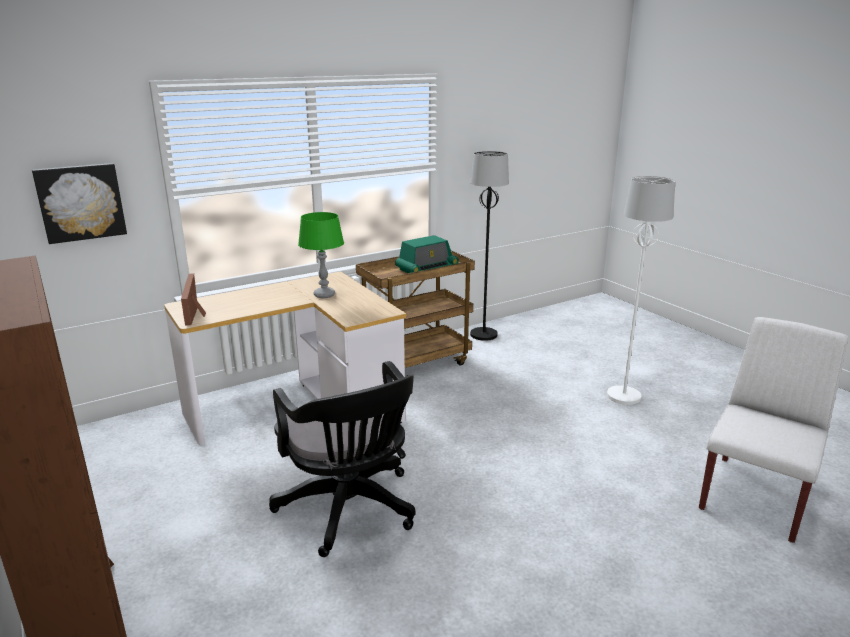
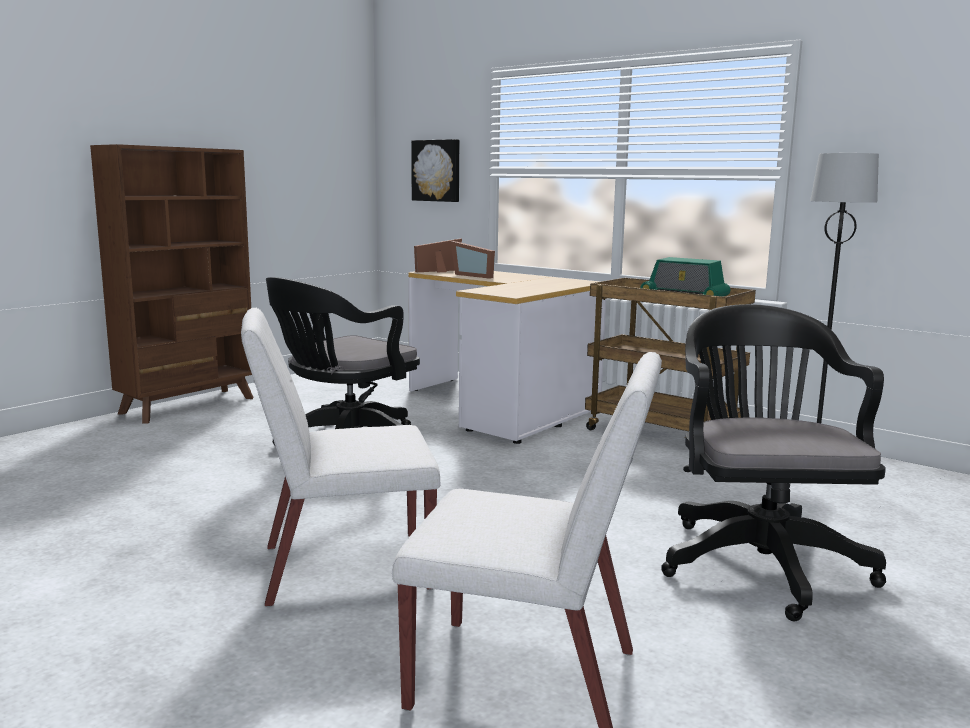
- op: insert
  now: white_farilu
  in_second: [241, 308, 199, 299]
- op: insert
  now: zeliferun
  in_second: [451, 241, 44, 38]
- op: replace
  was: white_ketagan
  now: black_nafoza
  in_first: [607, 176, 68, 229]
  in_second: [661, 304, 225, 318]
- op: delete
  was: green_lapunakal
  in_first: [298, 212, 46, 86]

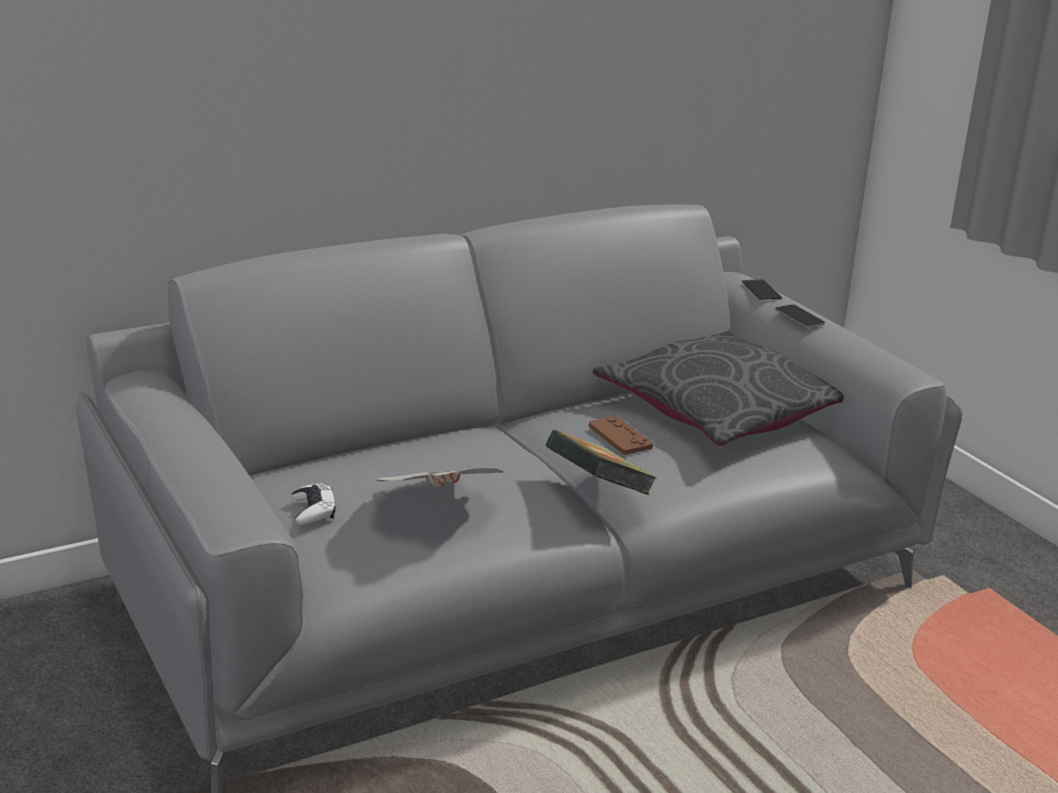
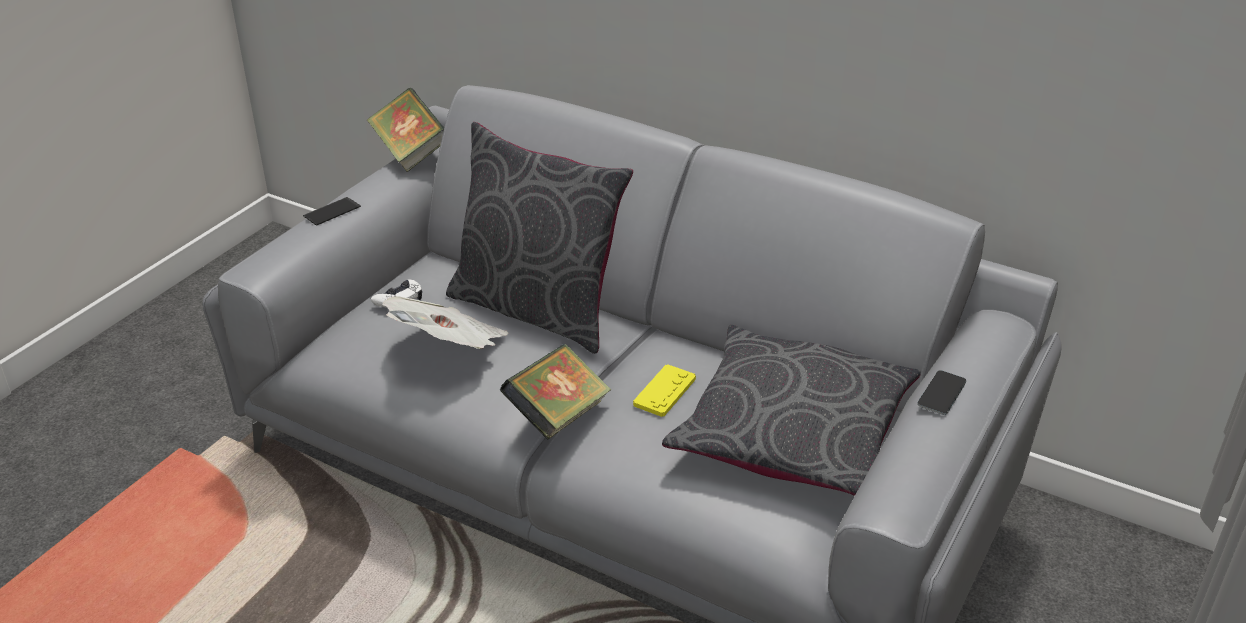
- op: move
  was: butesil
  in_first: [742, 279, 40, 21]
  in_second: [303, 197, 58, 29]
- op: insert
  now: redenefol
  in_second: [366, 88, 78, 84]
- op: insert
  now: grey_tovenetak
  in_second: [446, 122, 187, 232]
- op: recolor
  was: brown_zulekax
  now: yellow_zulekax
  in_first: [589, 416, 64, 39]
  in_second: [633, 365, 63, 52]

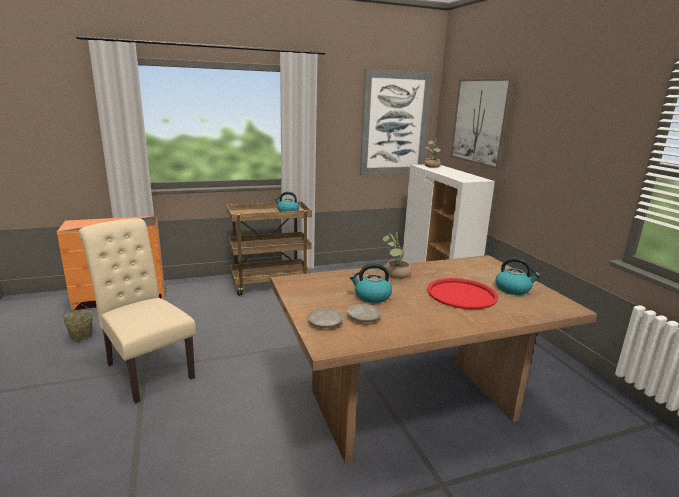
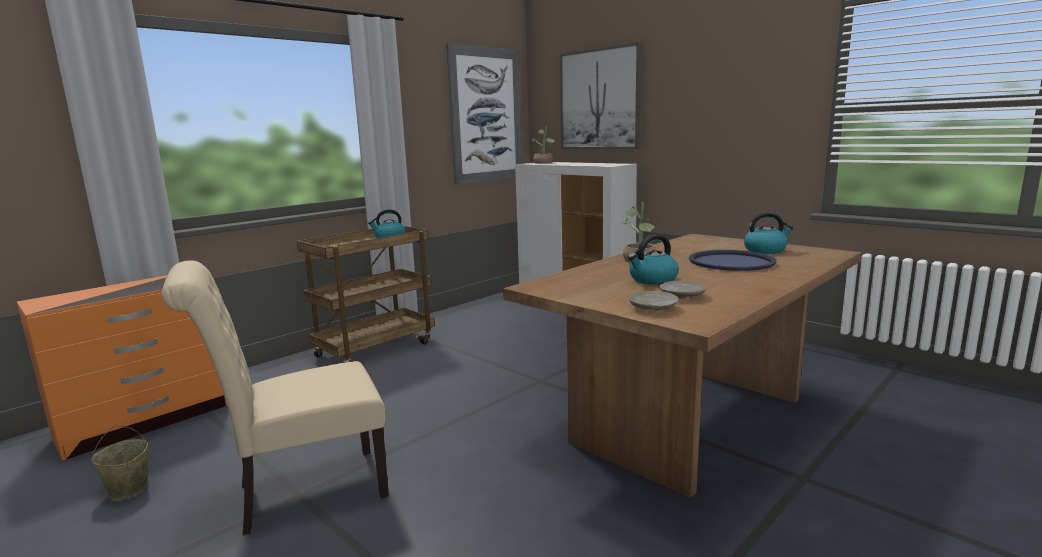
- op: rotate
  was: beige_farilu
  in_first: [79, 218, 117, 186]
  in_second: [162, 260, 227, 275]
  clockwise: -45
- op: recolor
  was: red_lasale
  now: blue_lasale
  in_first: [427, 278, 71, 32]
  in_second: [689, 250, 88, 21]

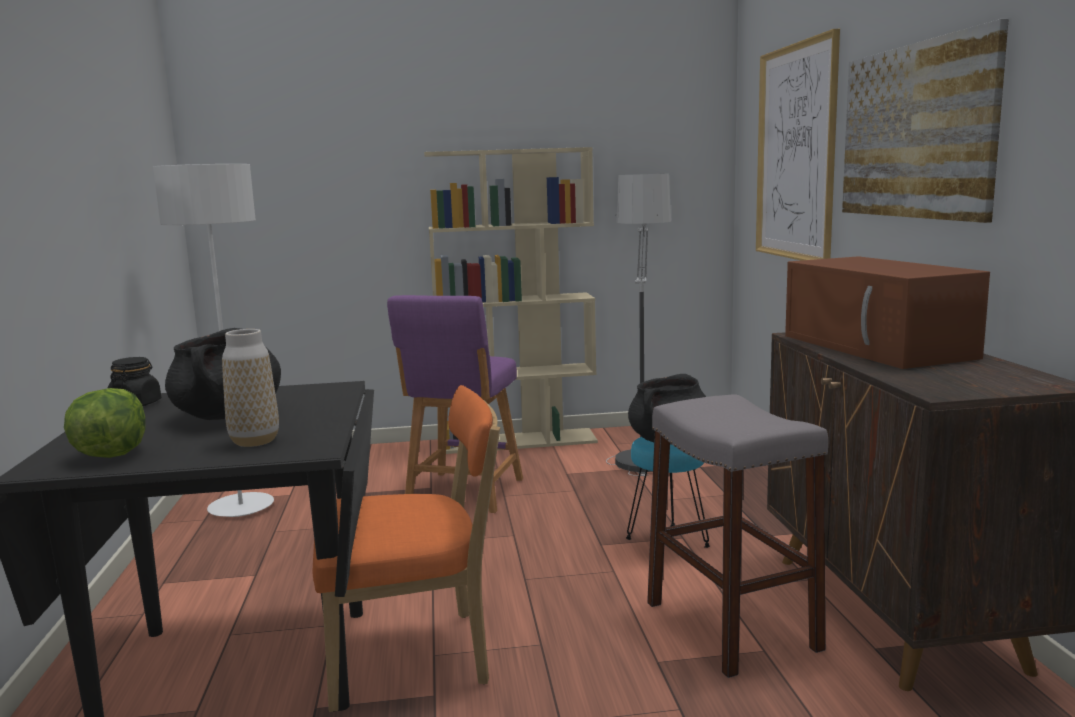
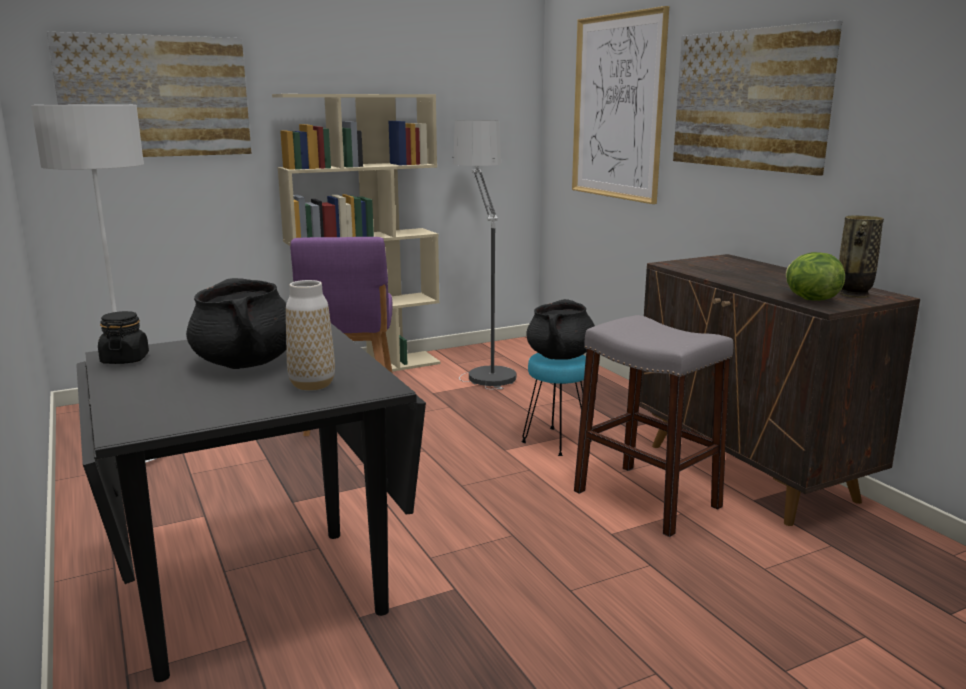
- op: insert
  now: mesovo
  in_second: [47, 32, 205, 125]
- op: move
  was: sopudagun
  in_first: [64, 388, 82, 70]
  in_second: [786, 252, 59, 49]
- op: insert
  now: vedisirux
  in_second: [839, 216, 45, 82]
- op: delete
  was: orange_farilu
  in_first: [313, 385, 187, 327]
- op: delete
  was: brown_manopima
  in_first: [785, 256, 205, 113]

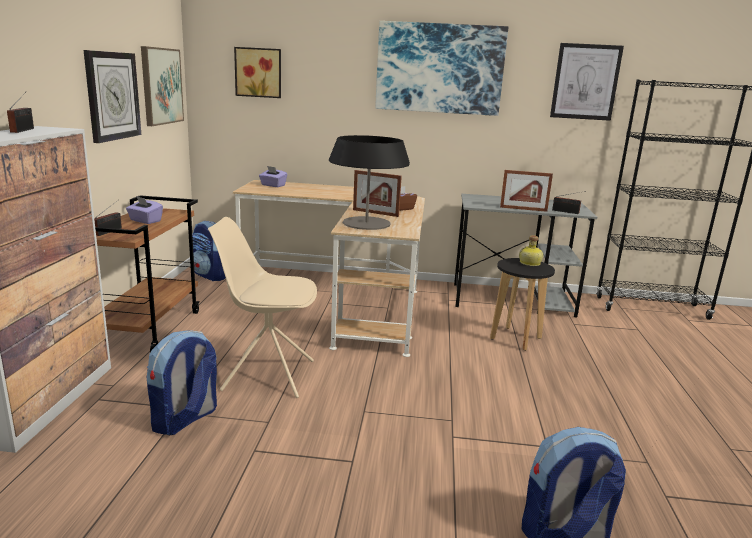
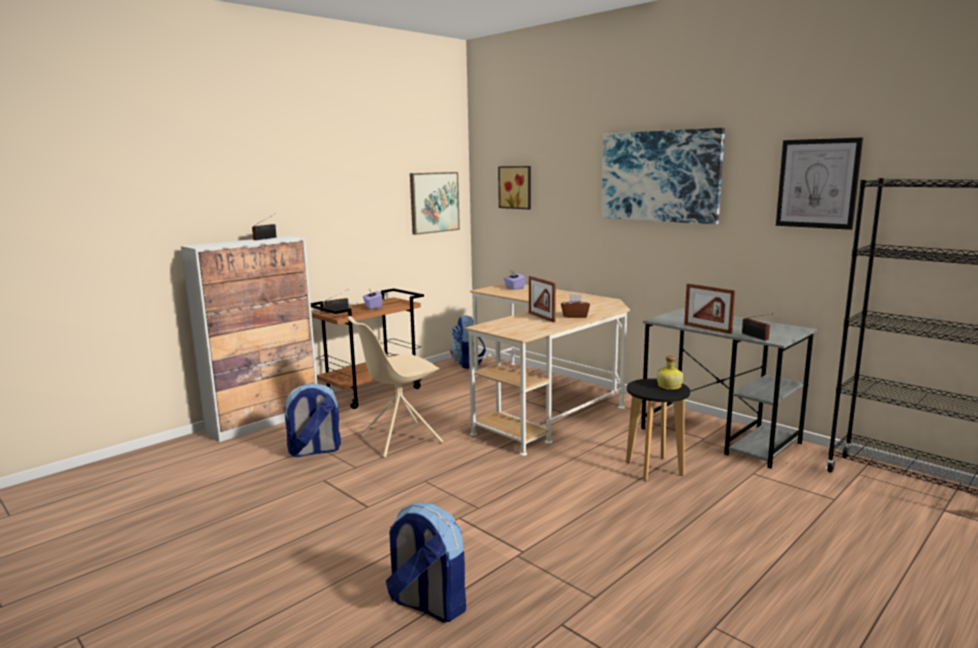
- op: rotate
  was: beige_farilu
  in_first: [208, 217, 109, 181]
  in_second: [348, 316, 96, 142]
  clockwise: -75
- op: delete
  was: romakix
  in_first: [84, 50, 57, 93]
- op: delete
  was: lapunakal
  in_first: [329, 135, 81, 95]

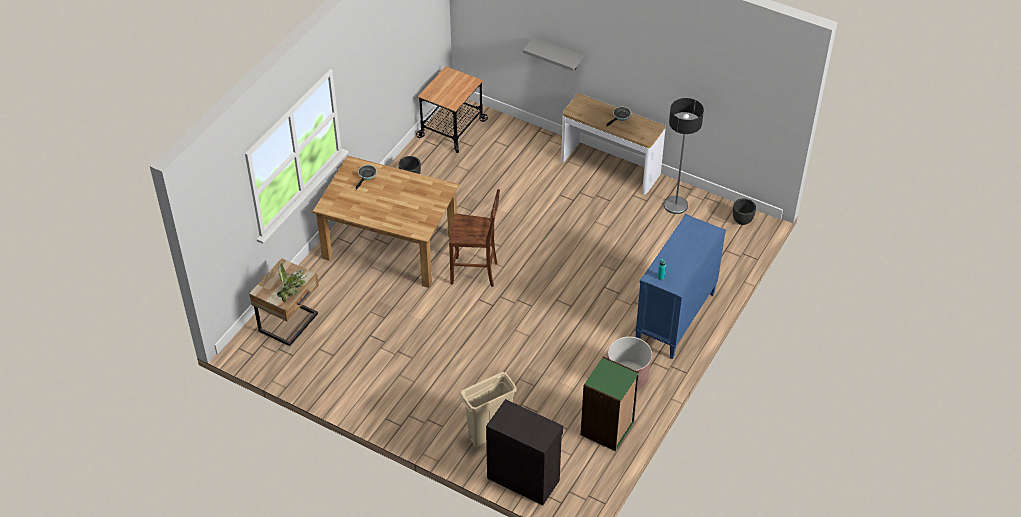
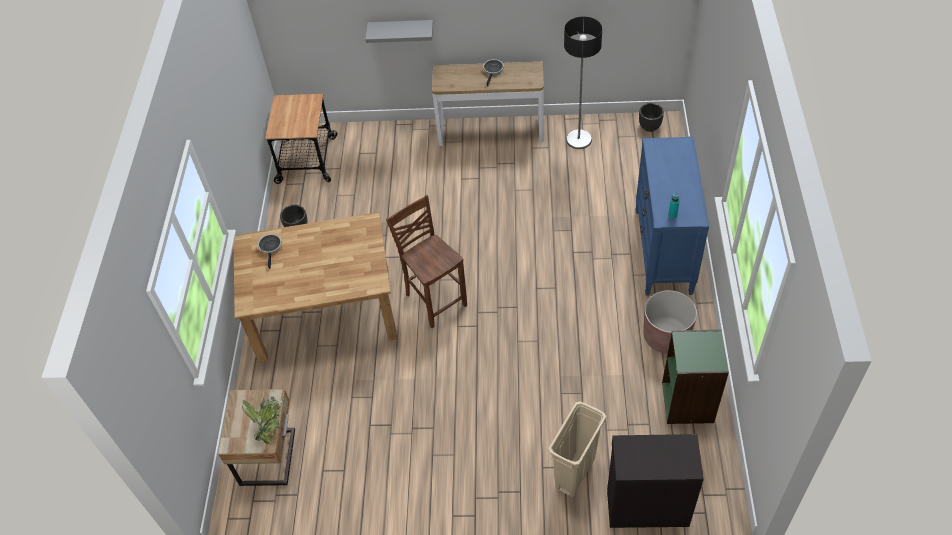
- op: rotate
  was: brown_farilu
  in_first: [449, 189, 51, 98]
  in_second: [386, 195, 81, 133]
  clockwise: -105

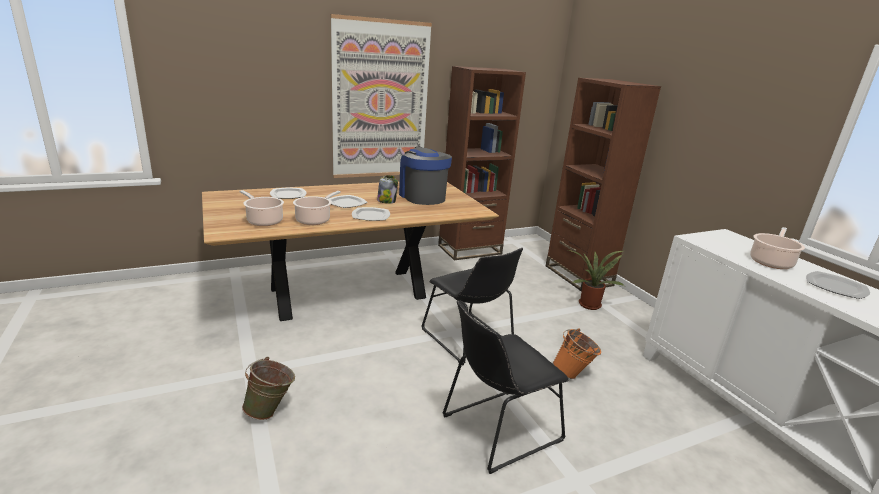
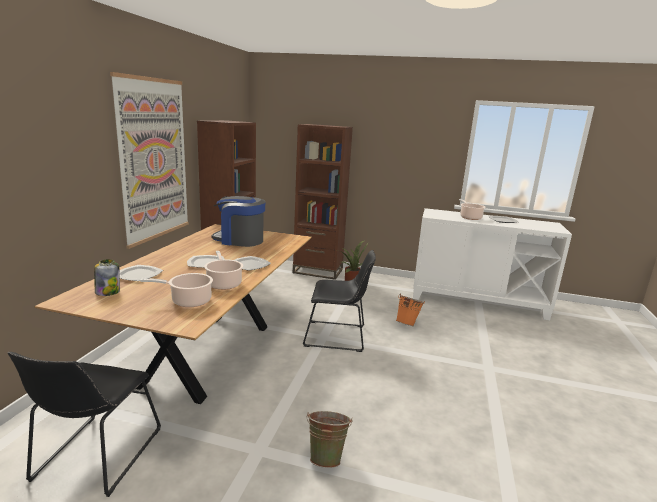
- op: move
  was: black_farilu
  in_first: [442, 300, 126, 174]
  in_second: [7, 352, 154, 145]
- op: move
  was: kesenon
  in_first: [377, 175, 21, 29]
  in_second: [94, 259, 26, 37]

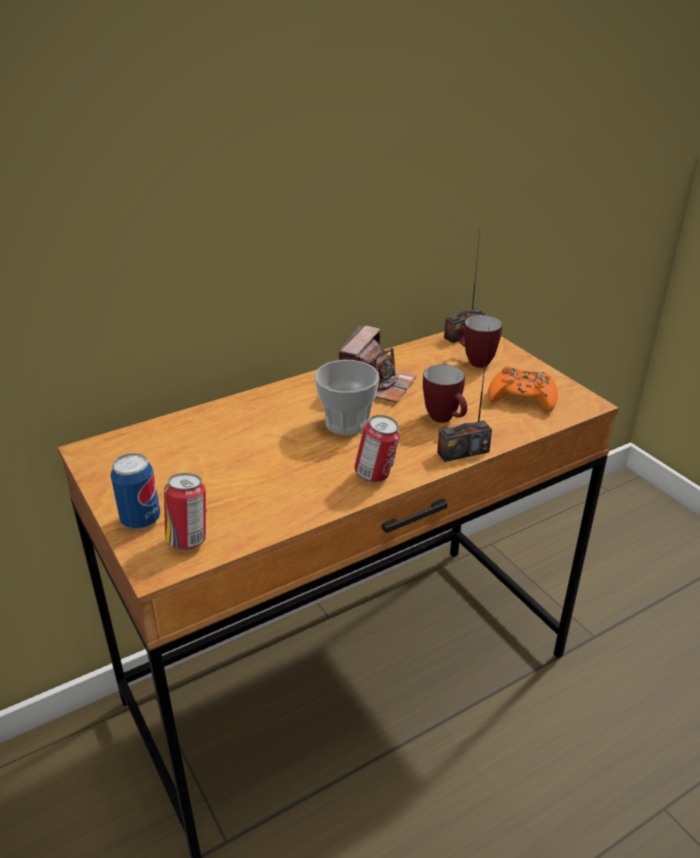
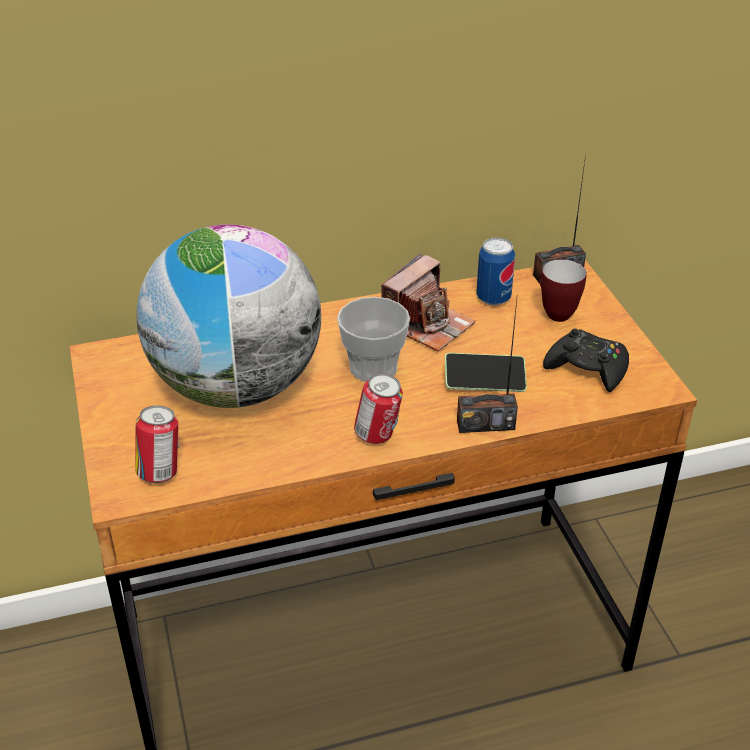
- op: insert
  now: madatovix
  in_second: [137, 224, 184, 184]
- op: replace
  was: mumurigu
  now: butesil
  in_first: [423, 364, 44, 59]
  in_second: [445, 353, 82, 39]
- op: move
  was: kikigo
  in_first: [110, 453, 50, 76]
  in_second: [476, 237, 39, 68]
- op: recolor
  was: orange_zulekax
  now: black_zulekax
  in_first: [488, 366, 70, 46]
  in_second: [543, 329, 86, 63]

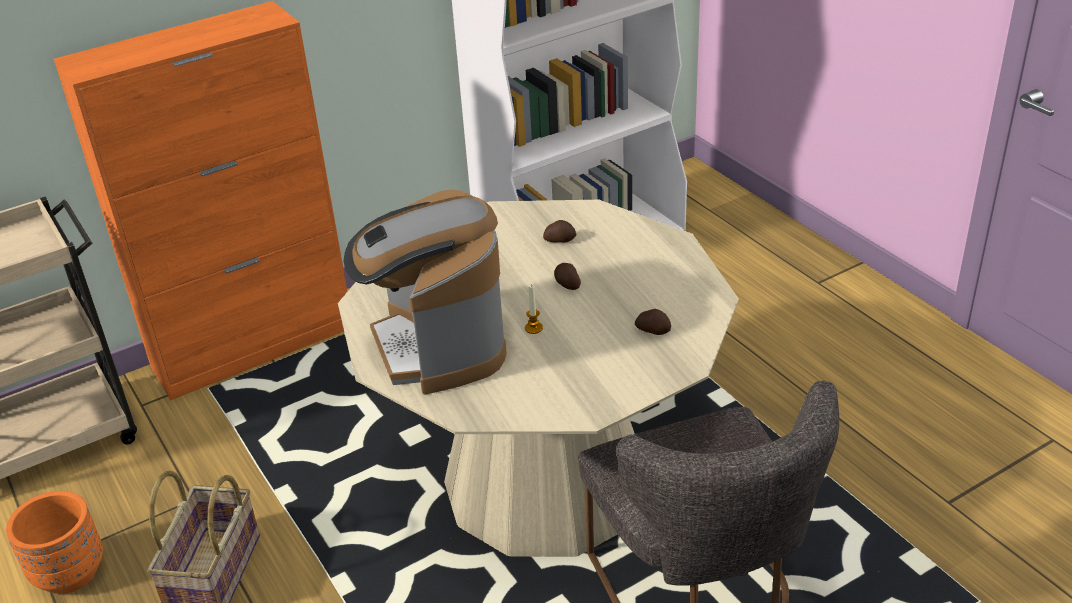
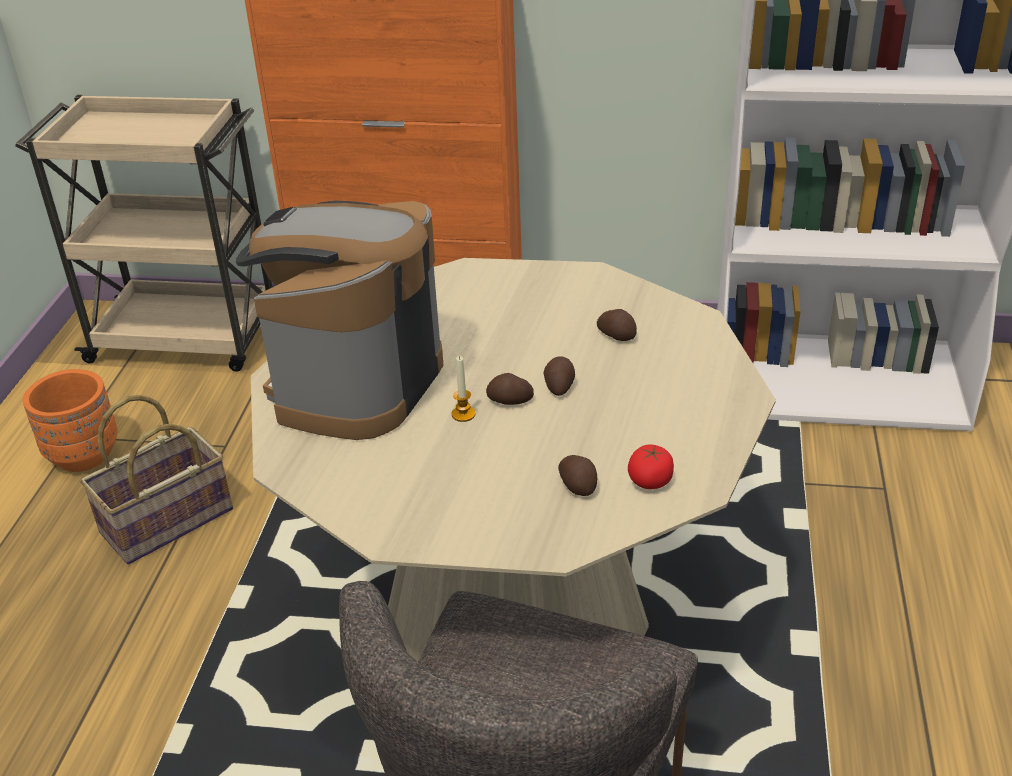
- op: insert
  now: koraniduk
  in_second: [486, 373, 48, 32]
- op: insert
  now: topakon
  in_second: [628, 444, 46, 45]

